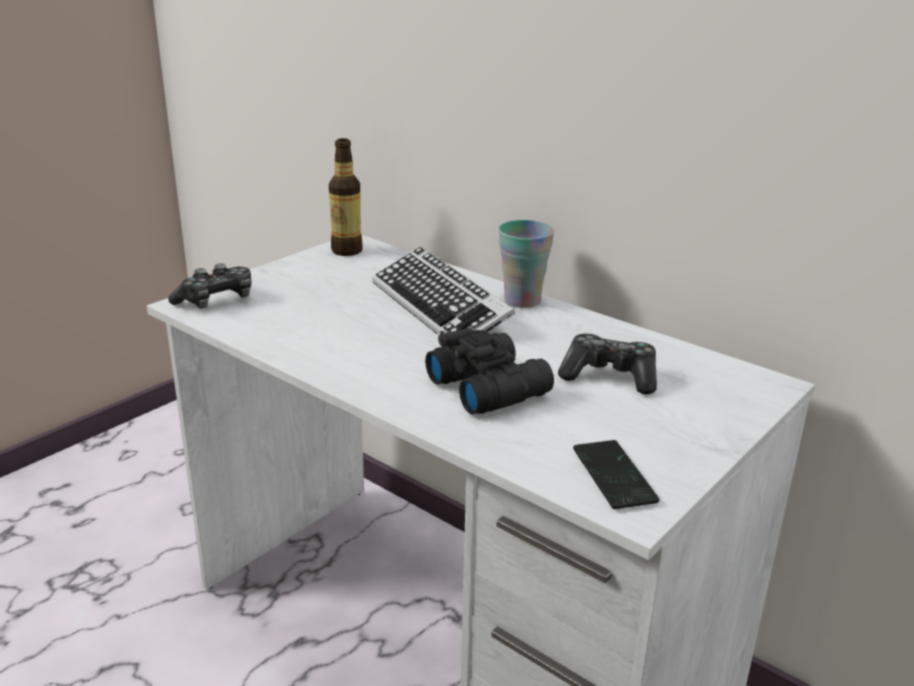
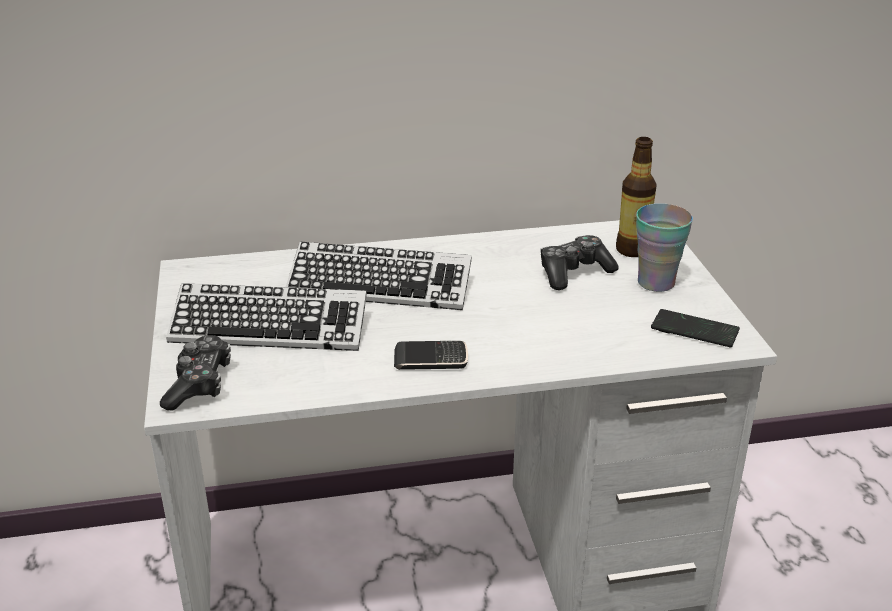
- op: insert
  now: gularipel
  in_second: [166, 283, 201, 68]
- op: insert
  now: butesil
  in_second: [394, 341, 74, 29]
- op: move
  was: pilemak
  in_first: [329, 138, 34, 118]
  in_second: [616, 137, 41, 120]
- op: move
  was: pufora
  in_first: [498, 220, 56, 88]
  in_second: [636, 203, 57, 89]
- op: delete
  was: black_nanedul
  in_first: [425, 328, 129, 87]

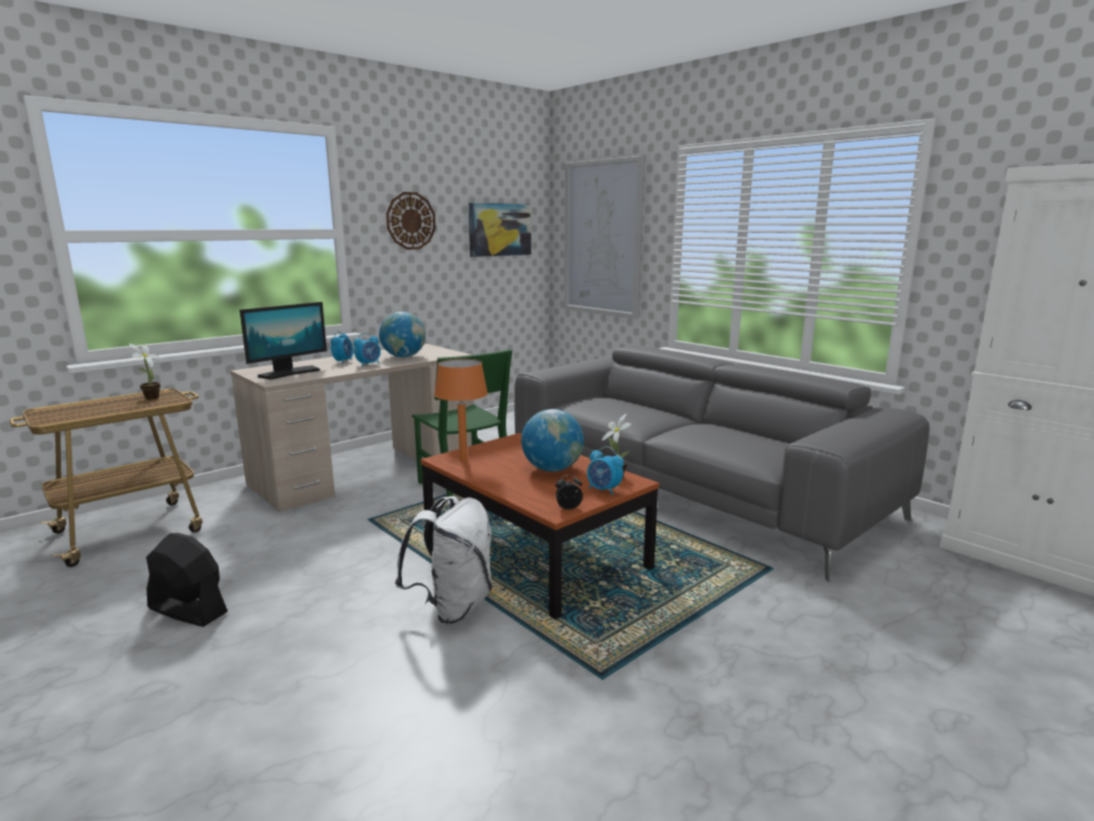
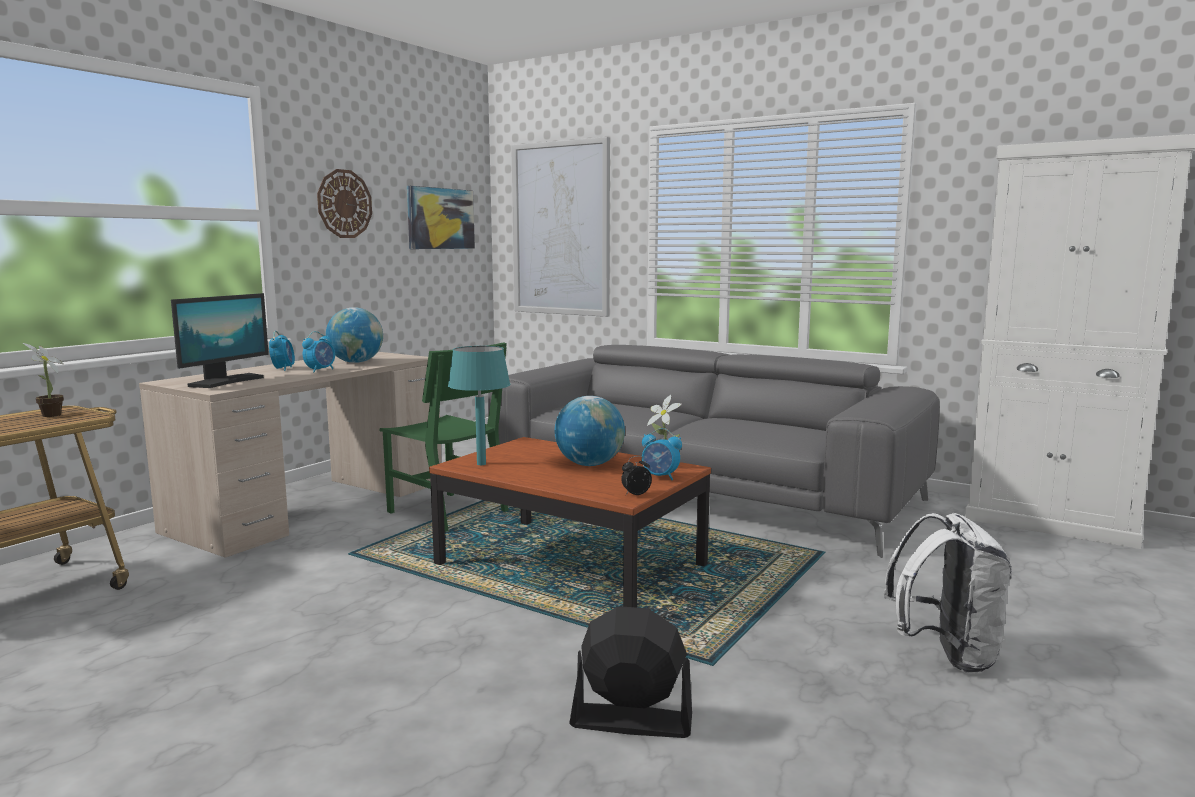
- op: recolor
  was: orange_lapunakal
  now: turquoise_lapunakal
  in_first: [434, 359, 54, 103]
  in_second: [448, 346, 62, 119]
- op: move
  was: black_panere
  in_first: [146, 533, 82, 94]
  in_second: [569, 606, 123, 132]
- op: move
  was: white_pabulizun
  in_first: [395, 496, 98, 128]
  in_second: [884, 513, 128, 160]

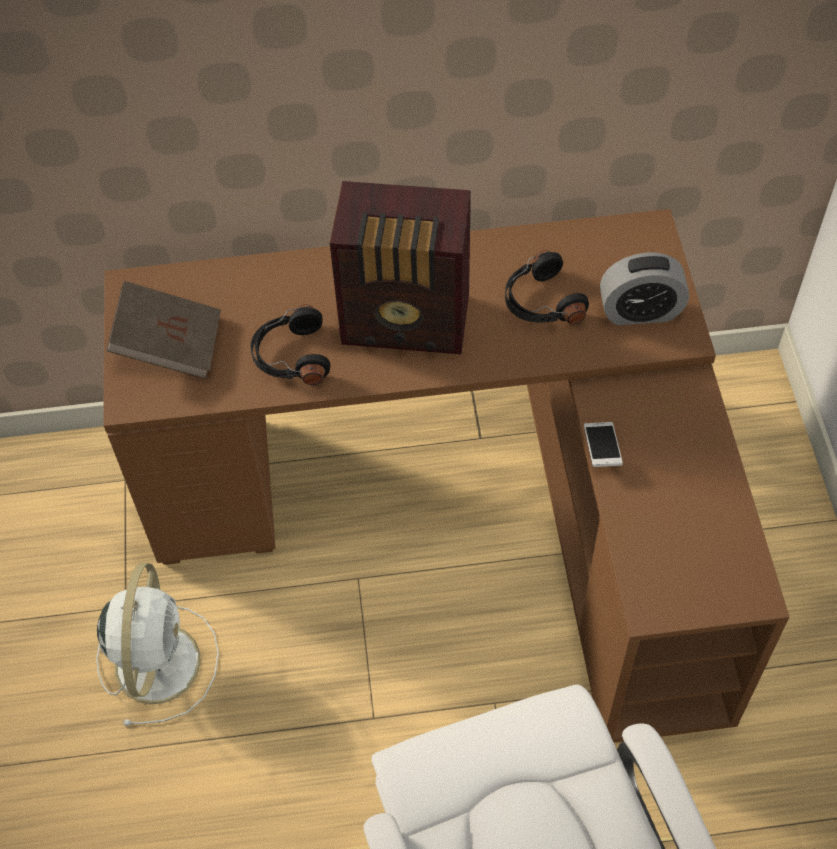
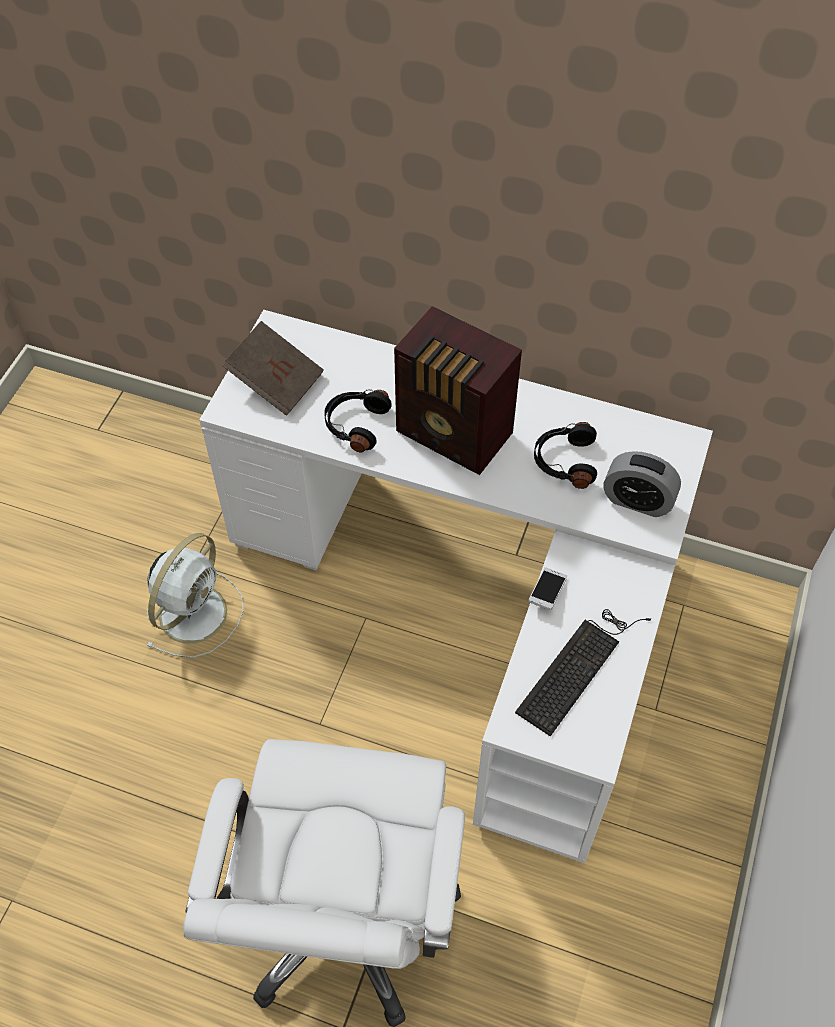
- op: recolor
  was: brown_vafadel
  now: white_vafadel
  in_first: [103, 209, 686, 534]
  in_second: [199, 310, 514, 553]
- op: insert
  now: gularipel
  in_second: [515, 609, 136, 127]

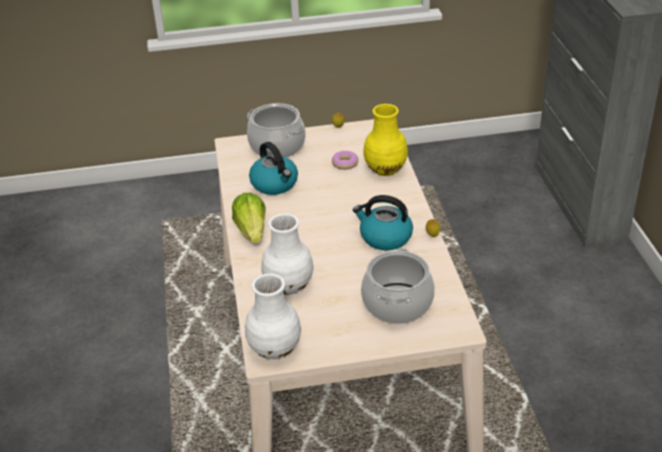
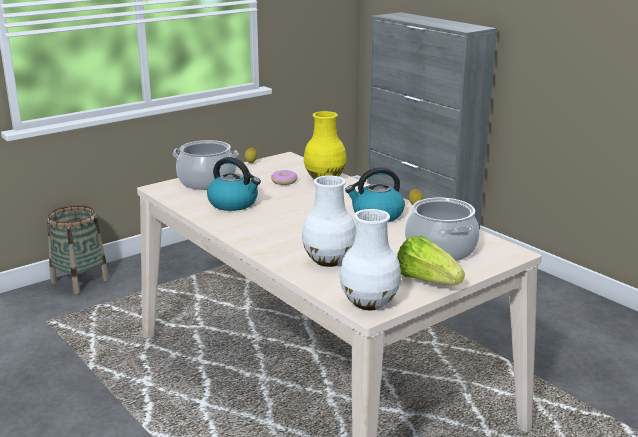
- op: insert
  now: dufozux
  in_second: [47, 205, 62, 89]
- op: move
  was: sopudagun
  in_first: [232, 193, 34, 51]
  in_second: [397, 236, 68, 49]

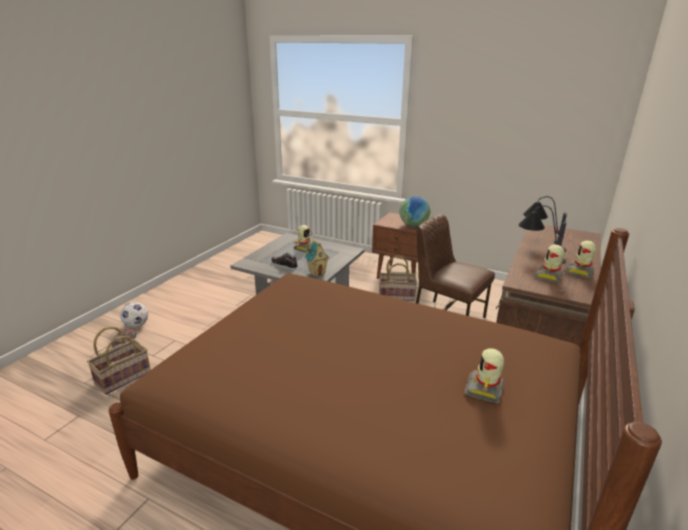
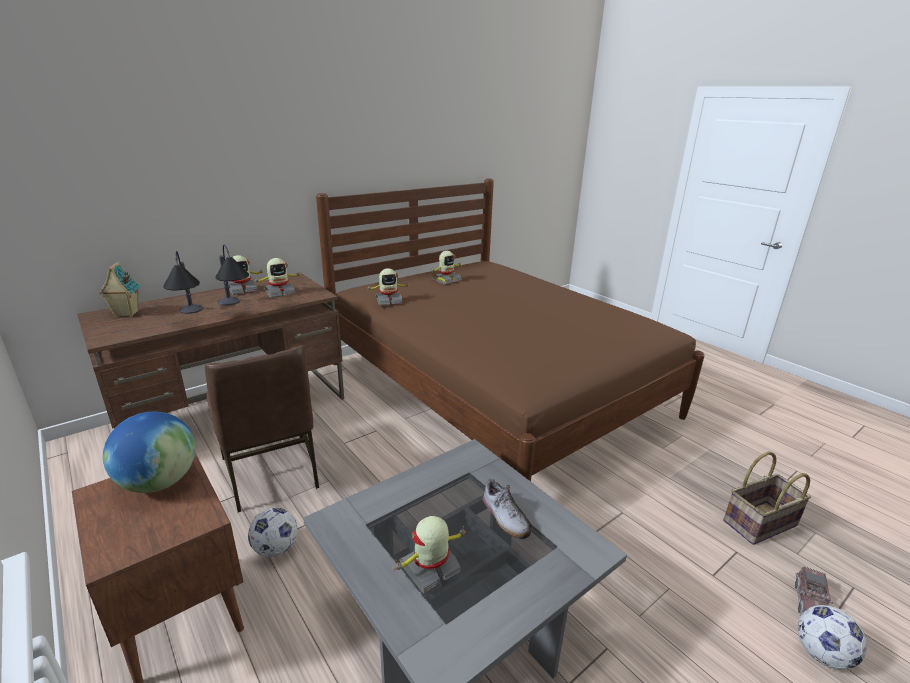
- op: move
  was: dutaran
  in_first: [304, 239, 25, 38]
  in_second: [99, 262, 41, 55]
- op: replace
  was: dufozux
  now: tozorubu
  in_first: [379, 255, 38, 46]
  in_second: [248, 508, 49, 49]
- op: insert
  now: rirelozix
  in_second: [367, 268, 43, 37]

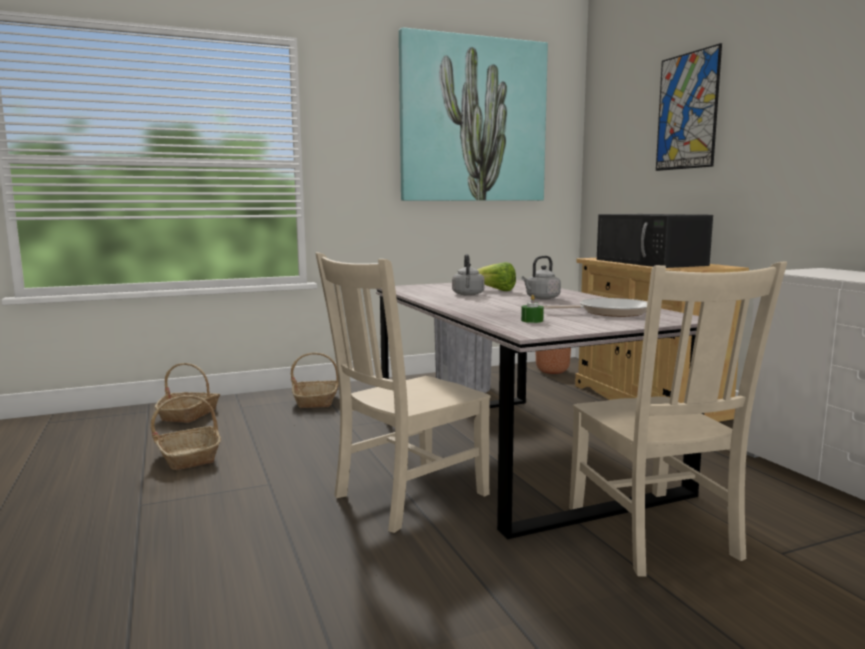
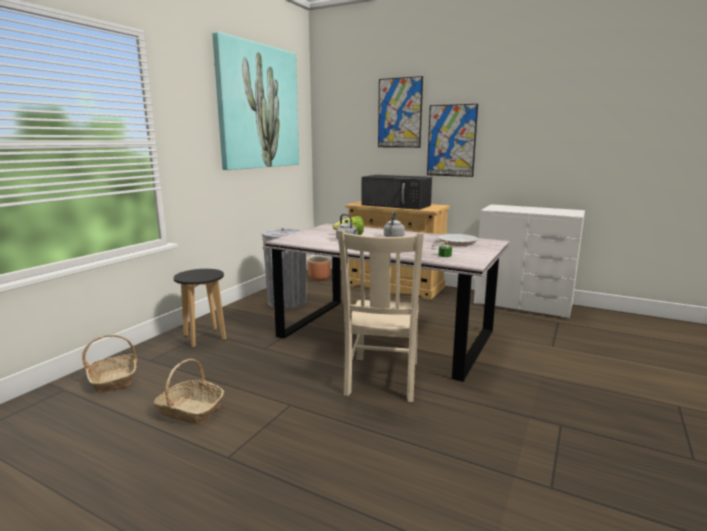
- op: replace
  was: dufozux
  now: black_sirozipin
  in_first: [291, 353, 48, 55]
  in_second: [174, 269, 52, 78]
- op: insert
  now: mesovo
  in_second: [427, 104, 51, 73]
- op: delete
  was: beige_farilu
  in_first: [569, 261, 218, 316]

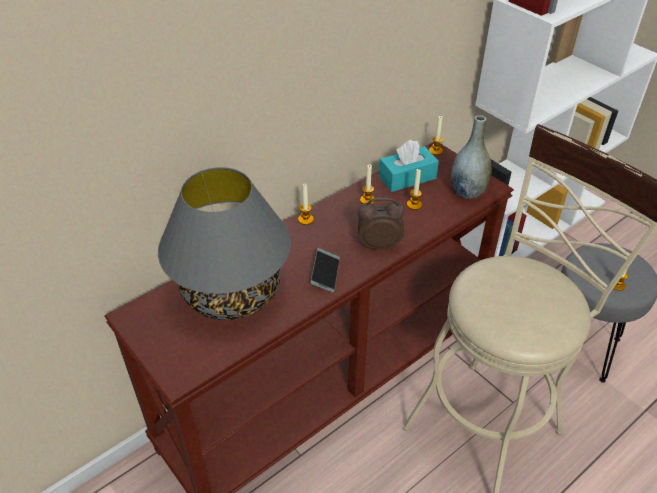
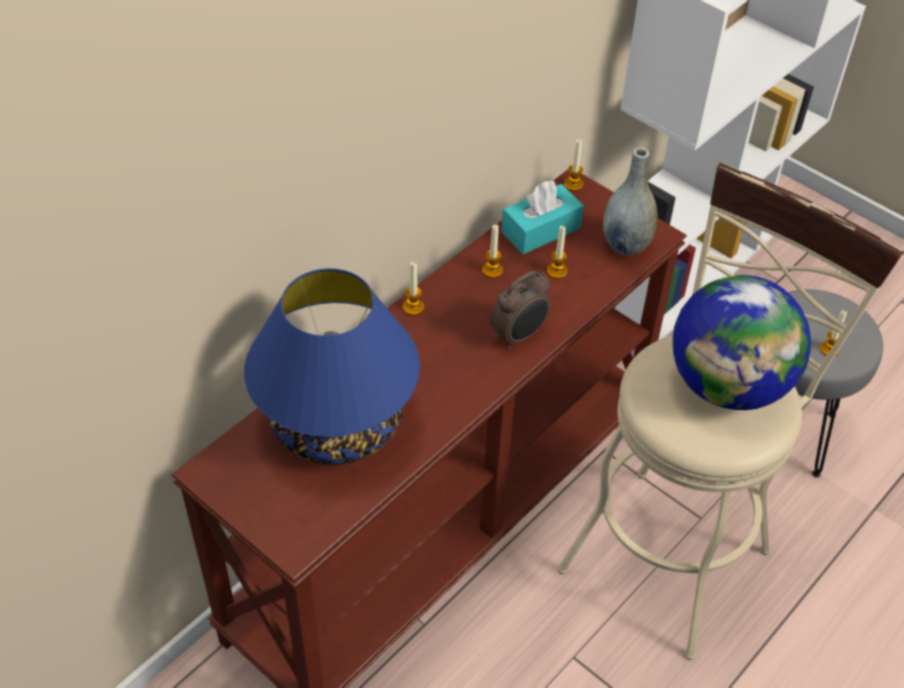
- op: recolor
  was: grey_lapunakal
  now: blue_lapunakal
  in_first: [158, 167, 133, 153]
  in_second: [244, 268, 176, 197]
- op: rotate
  was: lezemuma
  in_first: [358, 197, 46, 53]
  in_second: [490, 271, 61, 78]
  clockwise: 150
- op: insert
  now: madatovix
  in_second: [672, 275, 139, 135]
- op: delete
  was: butesil
  in_first: [310, 248, 30, 45]

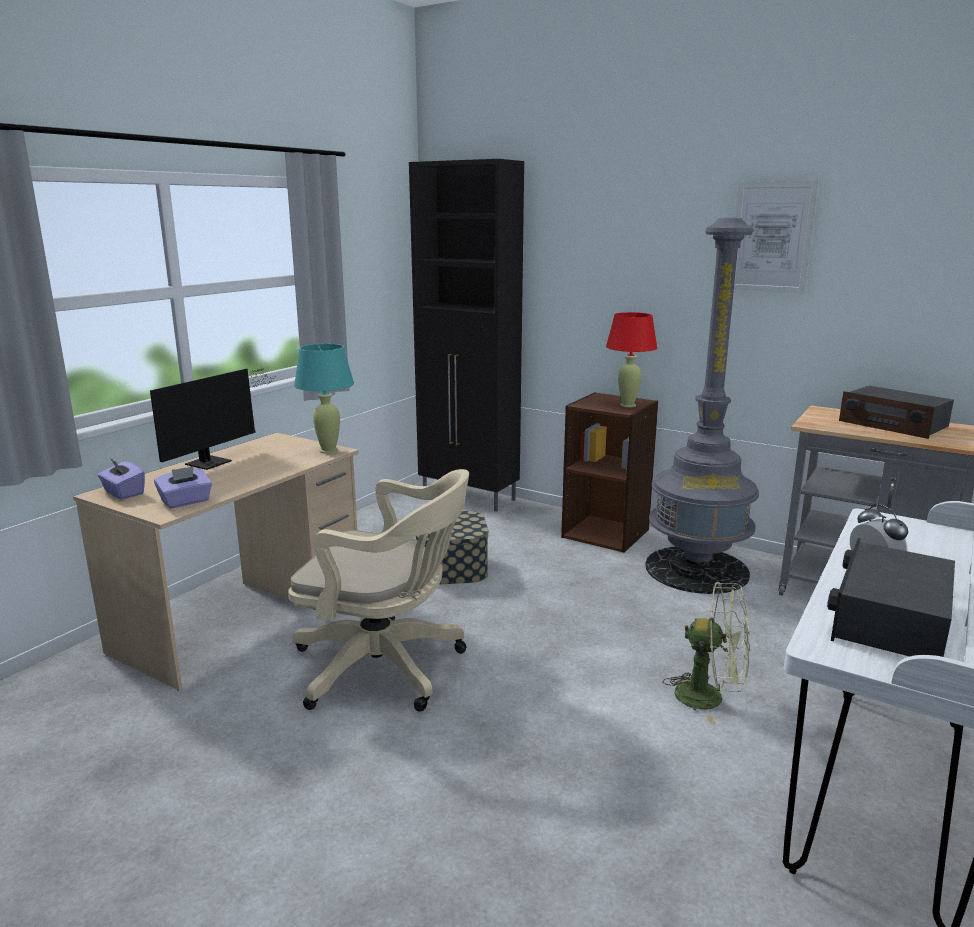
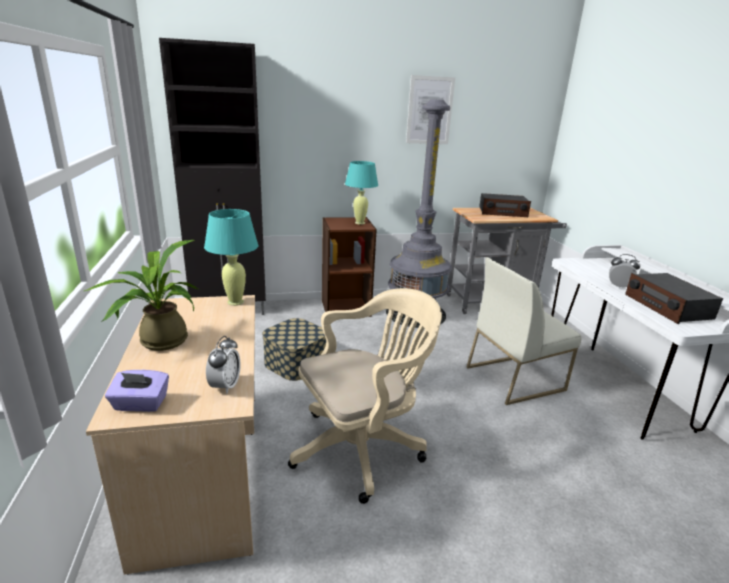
- op: replace
  was: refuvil
  now: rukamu
  in_first: [150, 368, 126, 102]
  in_second: [84, 240, 116, 111]
- op: replace
  was: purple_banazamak
  now: lezemuma
  in_first: [154, 466, 58, 43]
  in_second: [206, 336, 35, 58]
- op: recolor
  was: red_lapunakal
  now: turquoise_lapunakal
  in_first: [606, 312, 51, 95]
  in_second: [345, 161, 33, 64]
- op: replace
  was: green_panere
  now: white_farilu
  in_first: [663, 582, 87, 142]
  in_second: [466, 257, 116, 148]

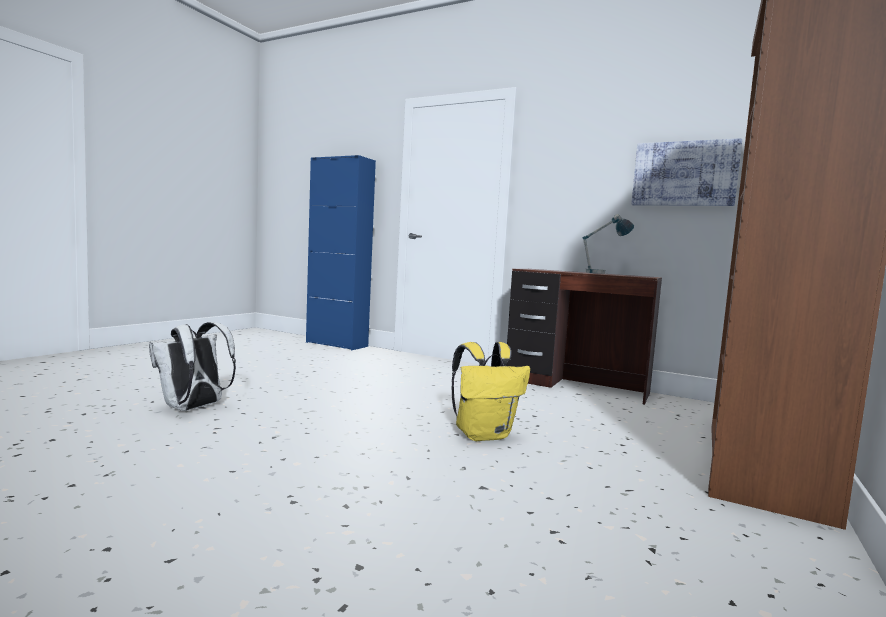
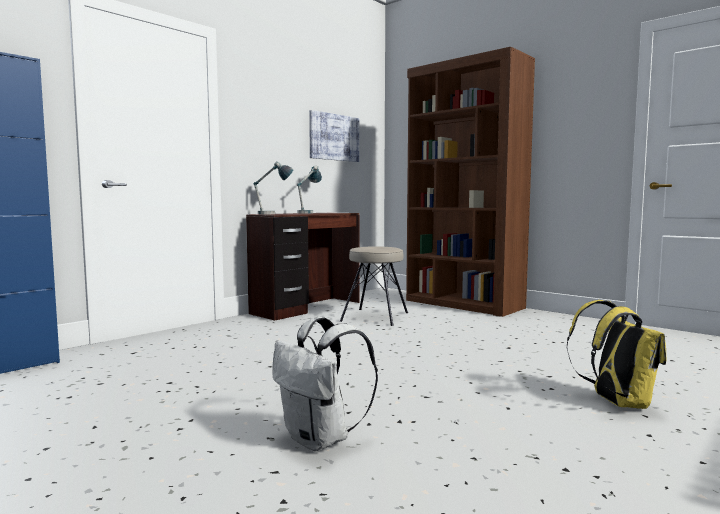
- op: insert
  now: lapunakal
  in_second: [254, 161, 40, 53]
- op: insert
  now: beige_sirozipin
  in_second: [340, 246, 68, 80]
- op: move
  was: yellow_pabulizun
  in_first: [452, 342, 78, 99]
  in_second: [567, 300, 99, 109]

